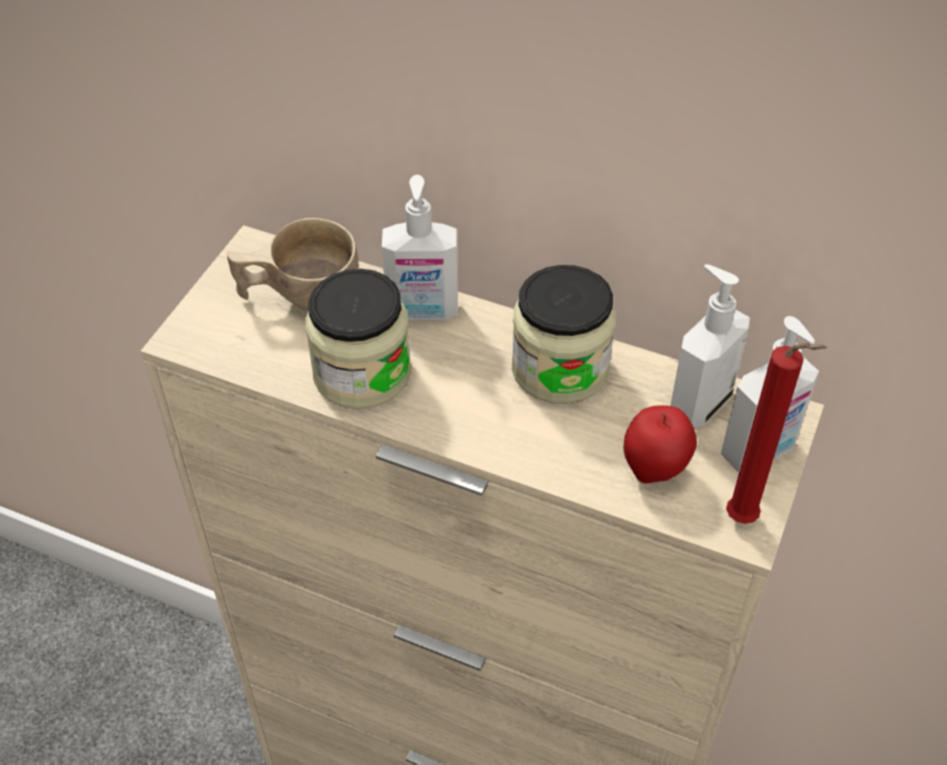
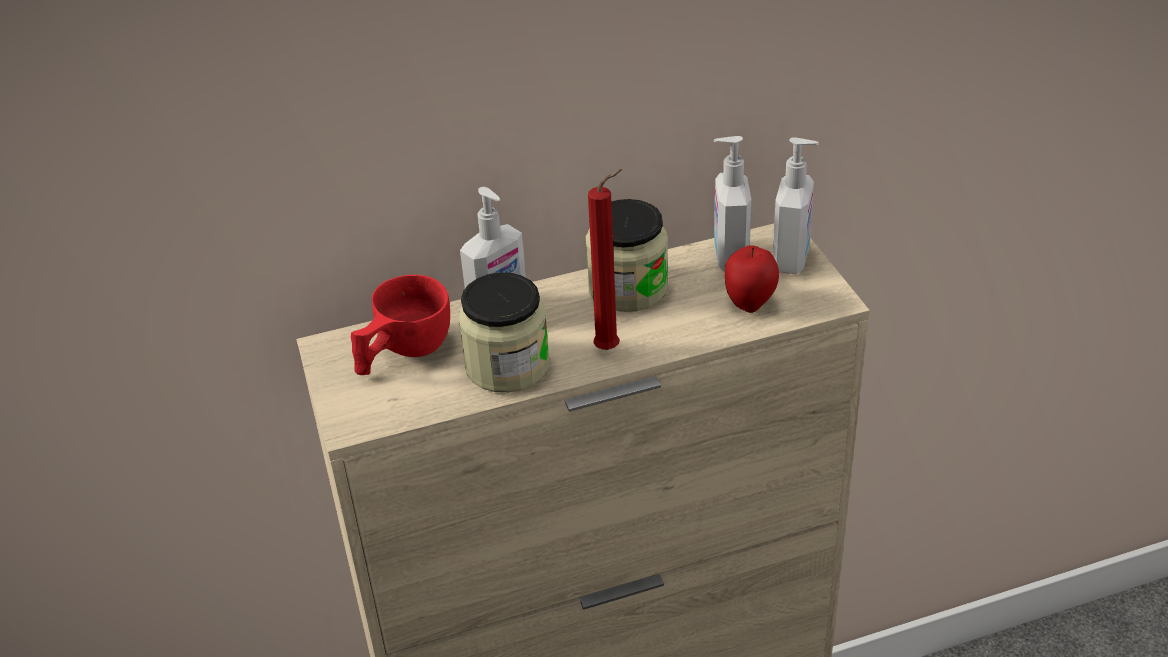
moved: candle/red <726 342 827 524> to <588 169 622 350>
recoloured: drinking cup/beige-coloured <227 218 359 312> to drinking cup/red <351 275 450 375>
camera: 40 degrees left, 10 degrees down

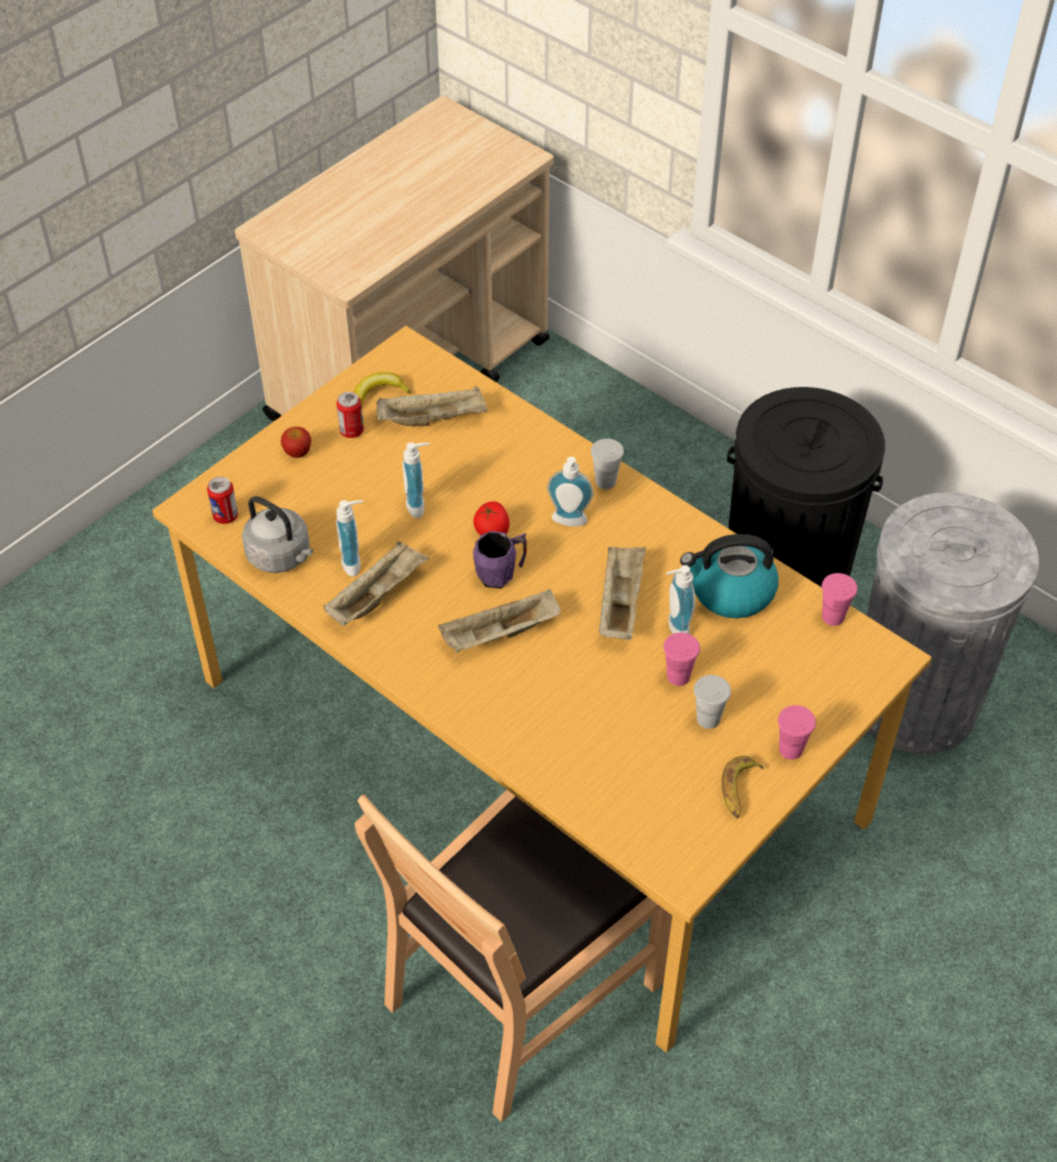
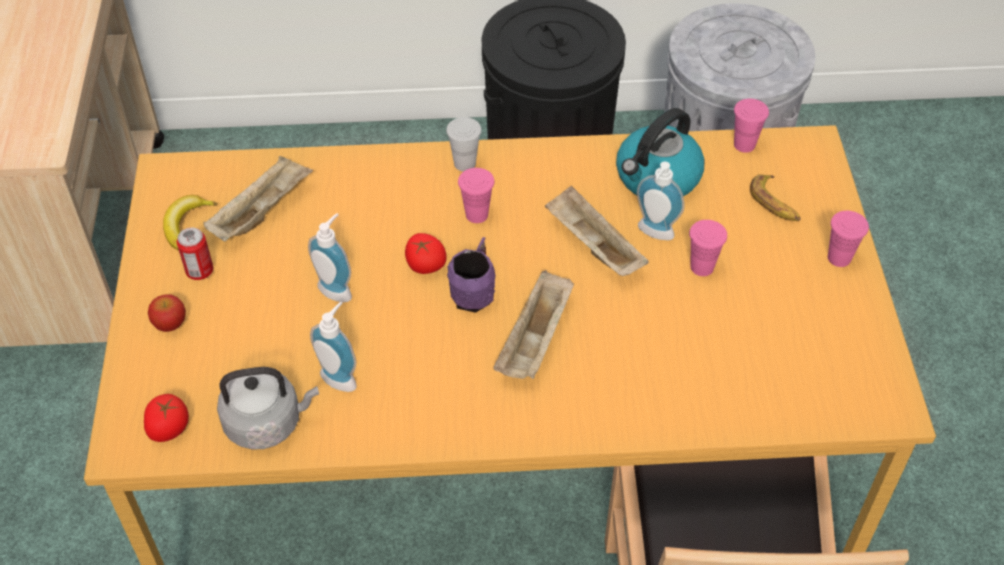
removed: serving tray/beige-coloured <323 541 429 626>; drinking cup/whitish <694 675 731 729>
moved: whole banana <722 756 764 818> to <750 175 801 221>
replaced: soap dispenser <547 457 594 526> to drinking cup/pink <458 168 495 223>; sealed can <207 477 238 524> to whole tomato <144 394 189 442>
camera: 45 degrees left, 0 degrees up

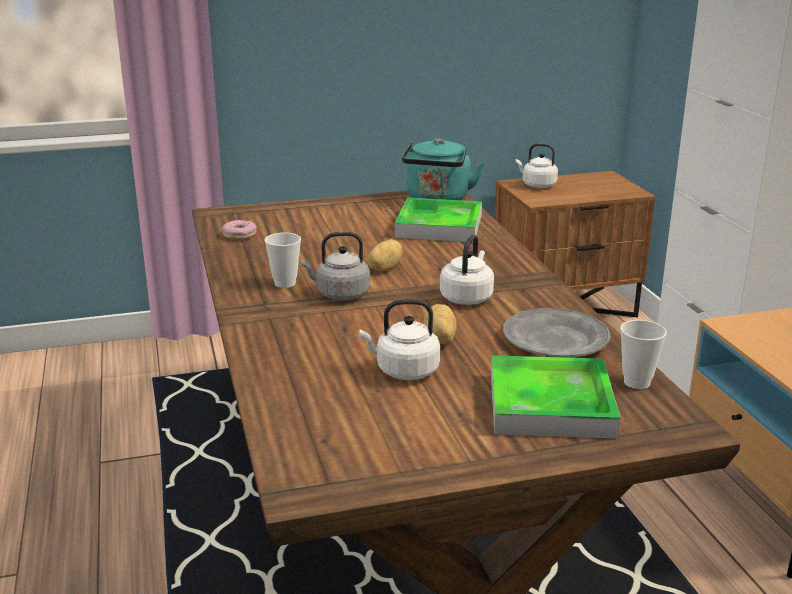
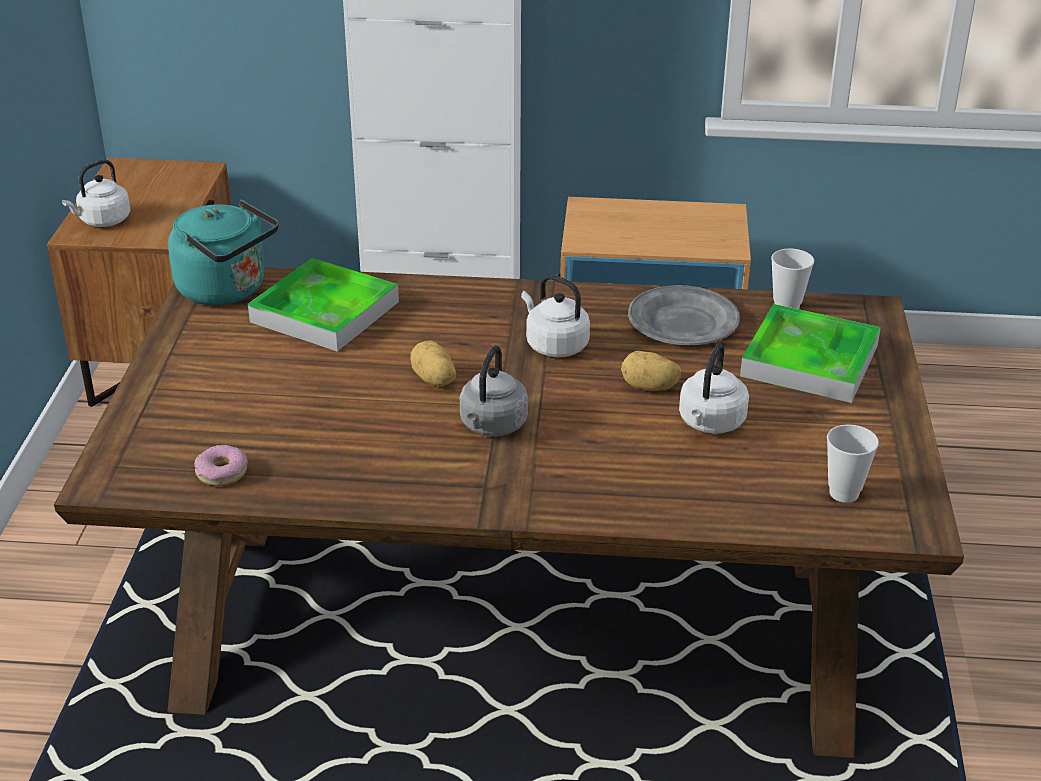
moved: drinking cup <265 233 301 288> to <827 424 879 503>
camera: 70 degrees left, 10 degrees up

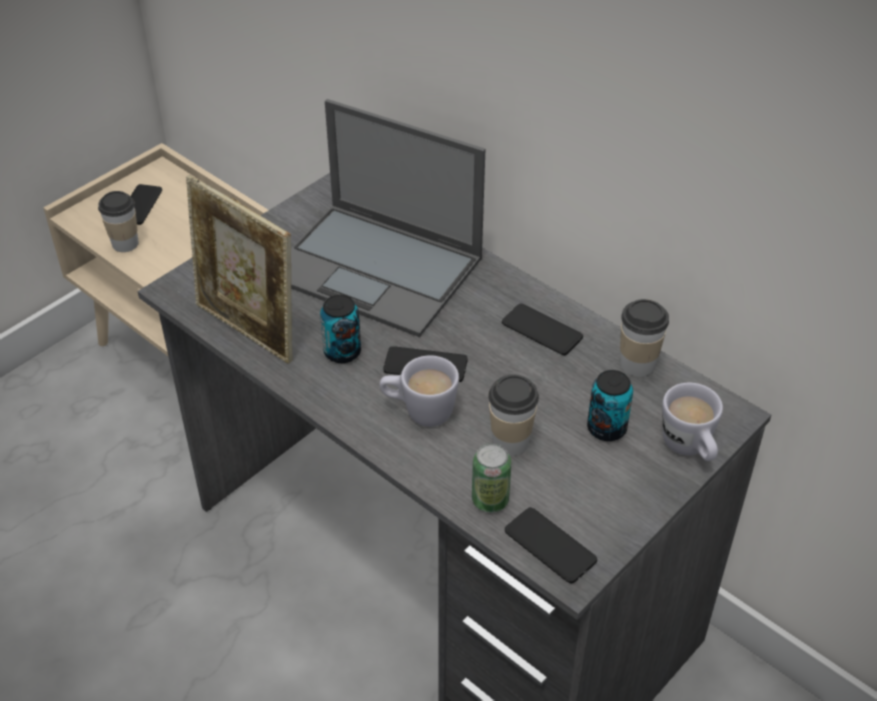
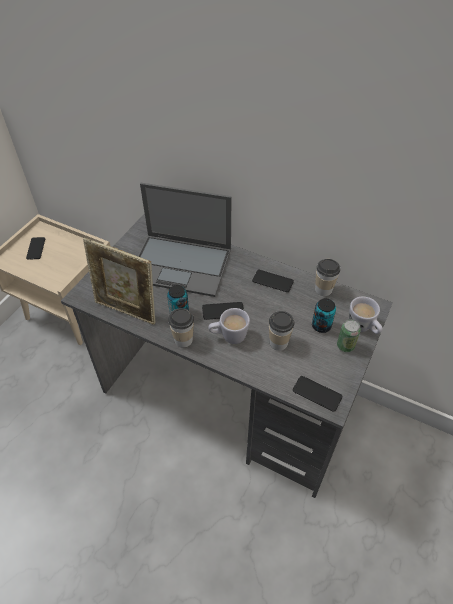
moved: drinking cup <98 191 139 252> to <168 308 194 348>; sealed can <472 443 512 513> to <337 319 361 352>
camera: 15 degrees left, 5 degrees up

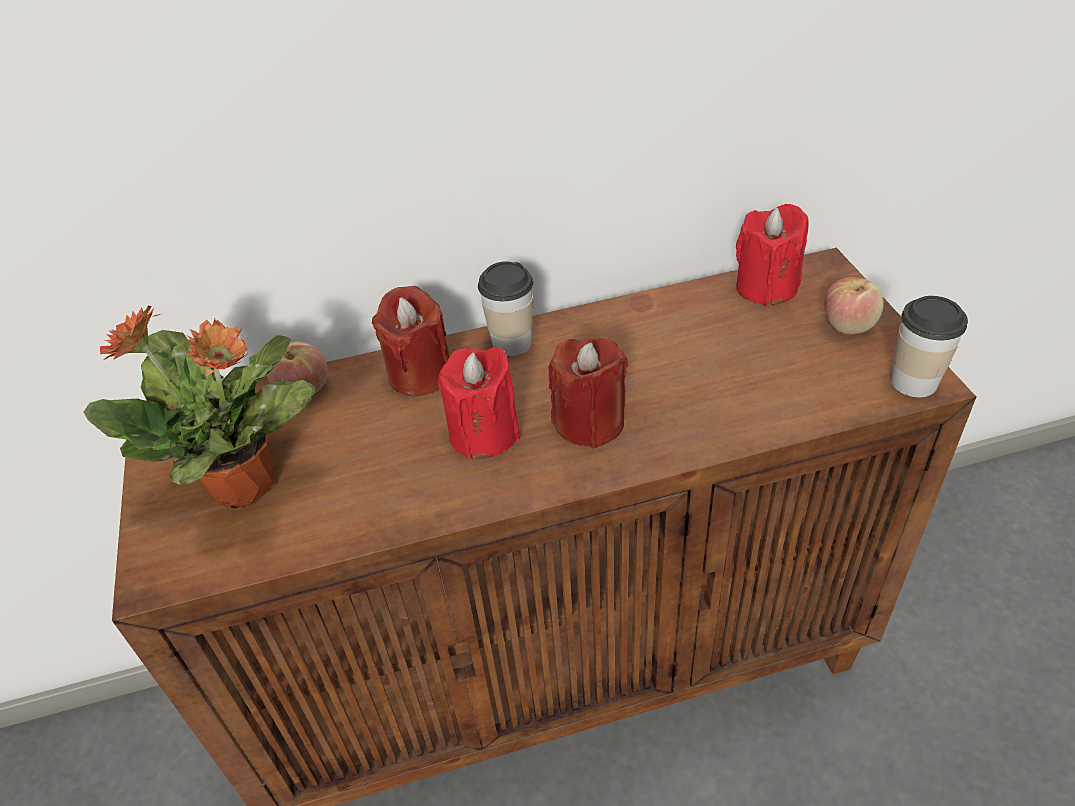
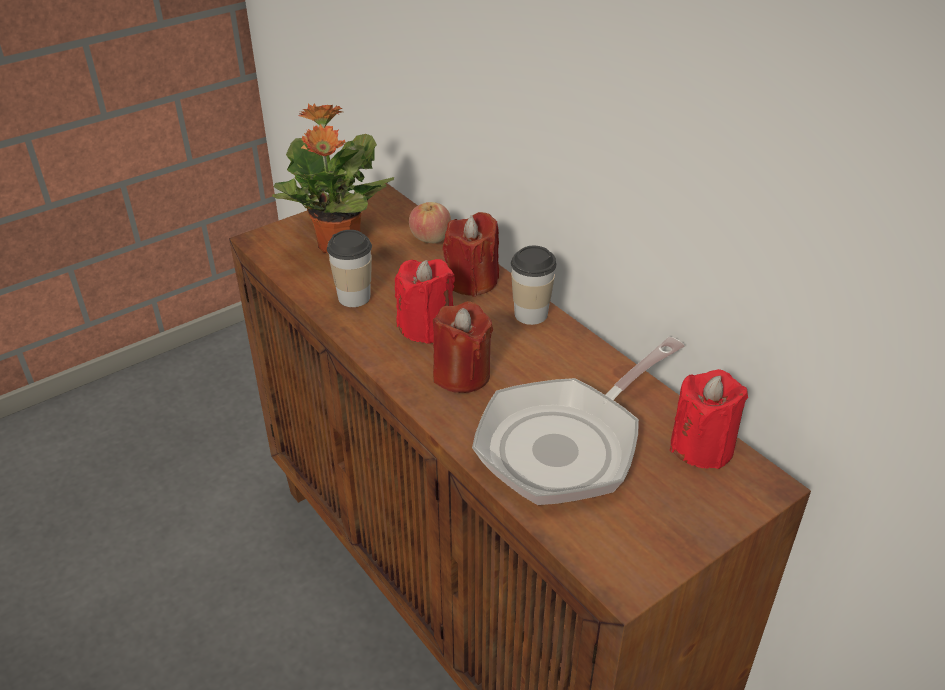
removed: whole apple <824 277 884 334>
added: frying pan <472 337 685 505>
moved: drinking cup <891 296 968 397> to <327 230 372 307>
camera: 65 degrees right, 5 degrees down

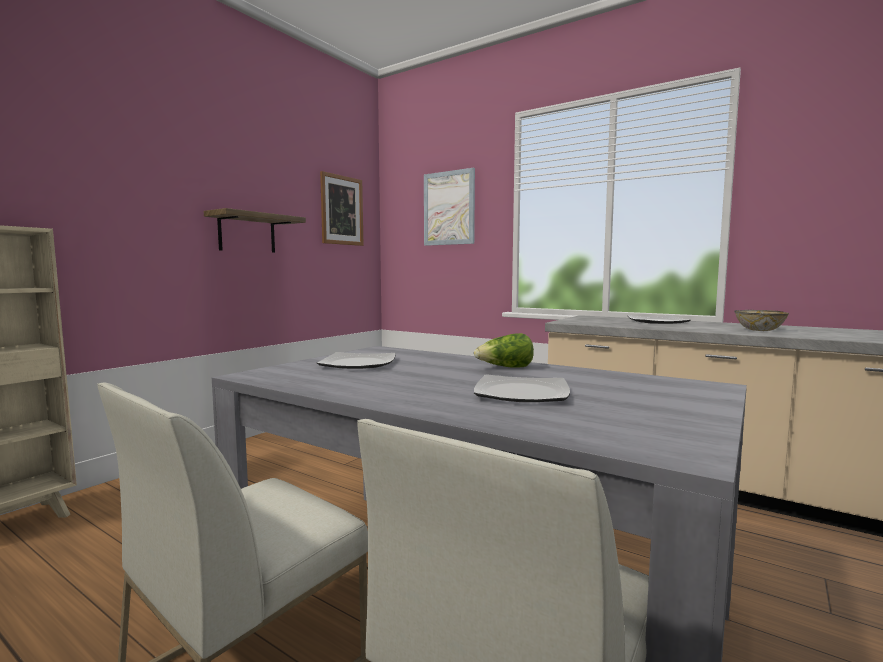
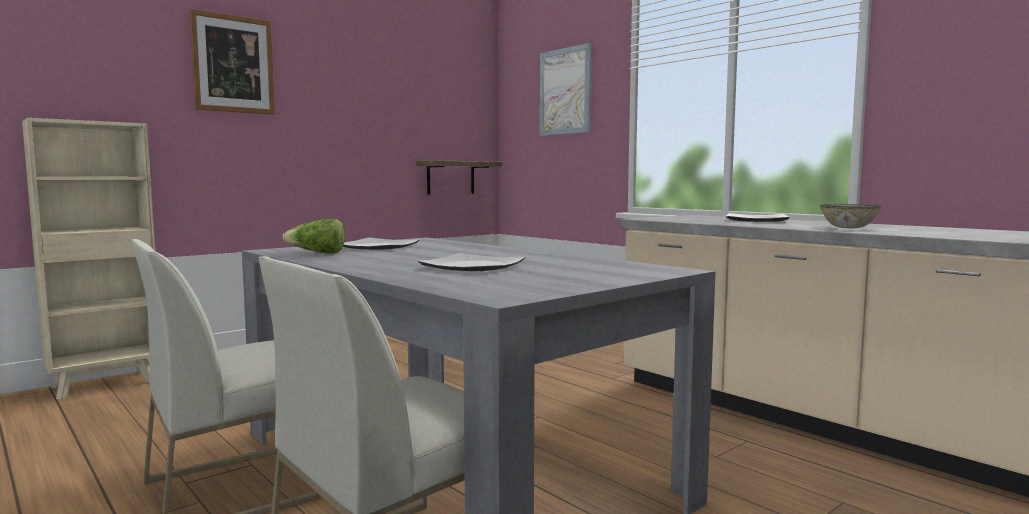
moved: wall art <320 171 363 246> to <189 8 275 115>; wall shelf <204 208 306 253> to <416 160 502 195>; lettuce head <474 333 534 368> to <283 219 345 253>
camera: 15 degrees right, 0 degrees up

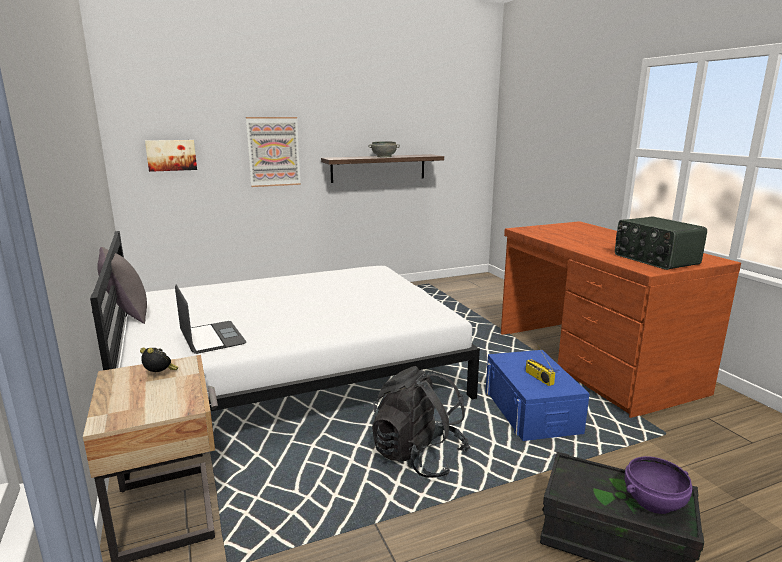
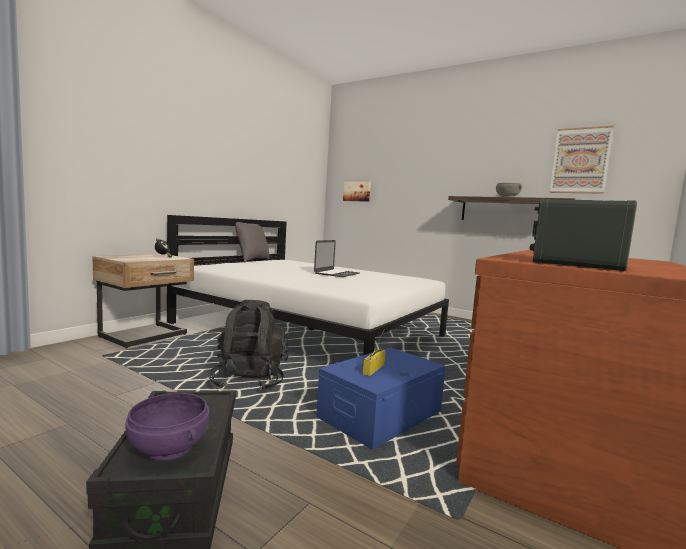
moved: wall art <246 117 301 187> to <549 125 614 194>; notebook computer <175 284 246 354> to <314 240 360 277>
camera: 55 degrees right, 10 degrees down

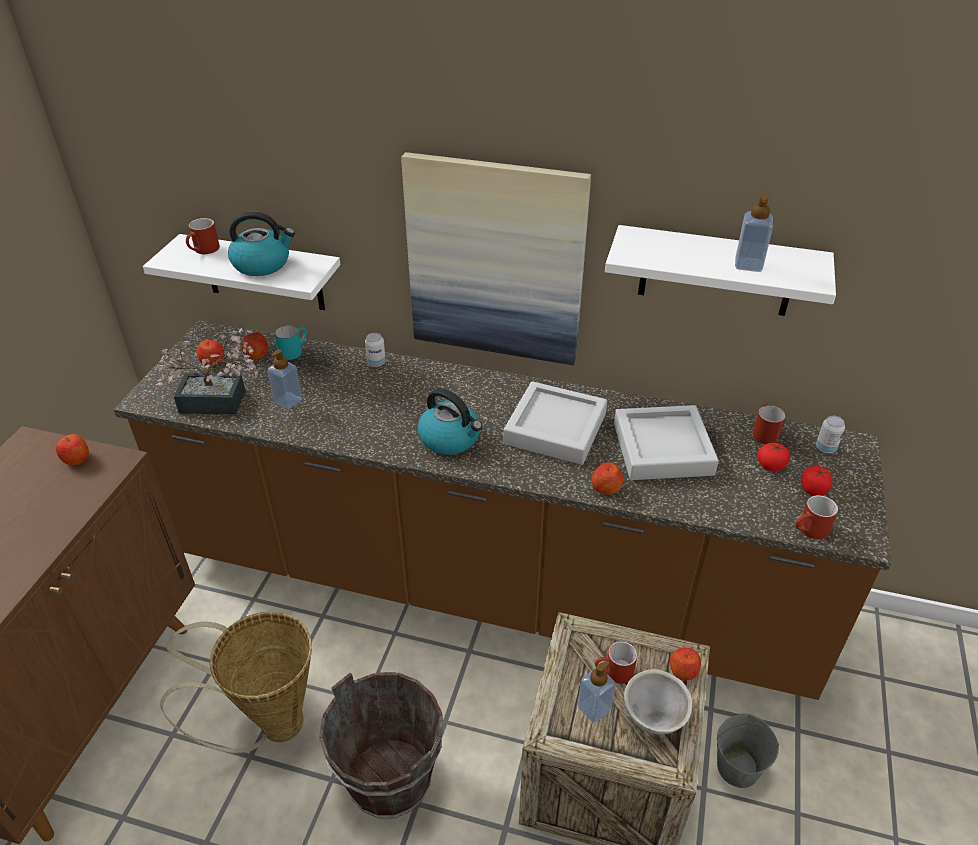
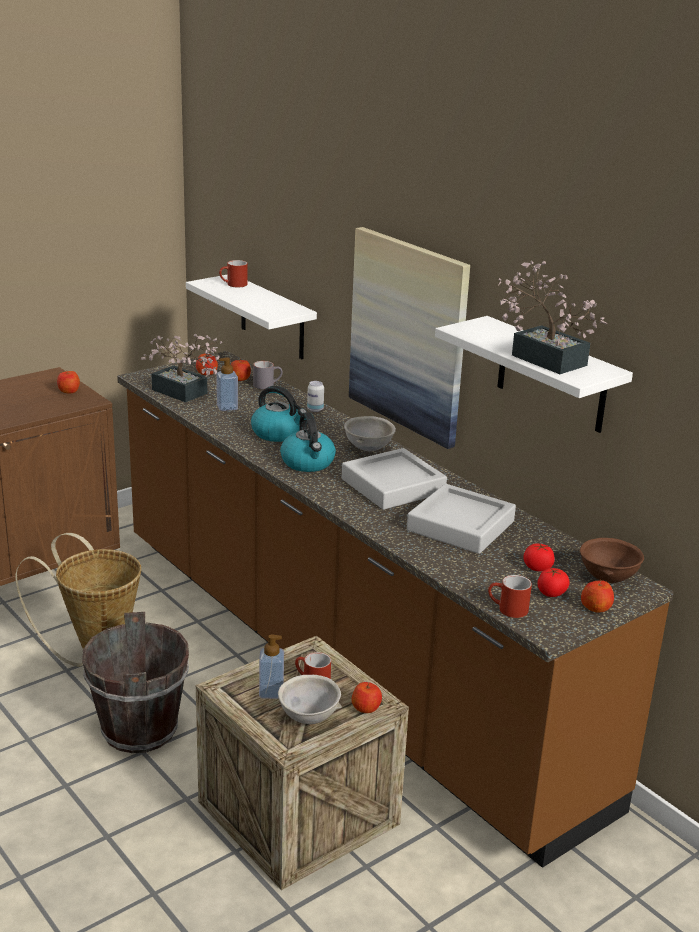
removed: mug/red <752 403 786 444>; water bucket/greyish <717 713 779 788>
added: bowl/greyish <344 416 396 451>
moved: water kettle <228 211 295 276> to <251 386 307 442>; whole apple <592 462 623 495> to <581 580 614 613>
replaced: soap dispenser <735 194 773 272> to houseplant <498 261 607 374>; sealed can <816 416 845 453> to bowl/brown <580 538 644 583>
recoloured: mug/blue-green <274 325 307 360> to mug/greyish <253 361 283 389>
camera: 35 degrees right, 15 degrees down

